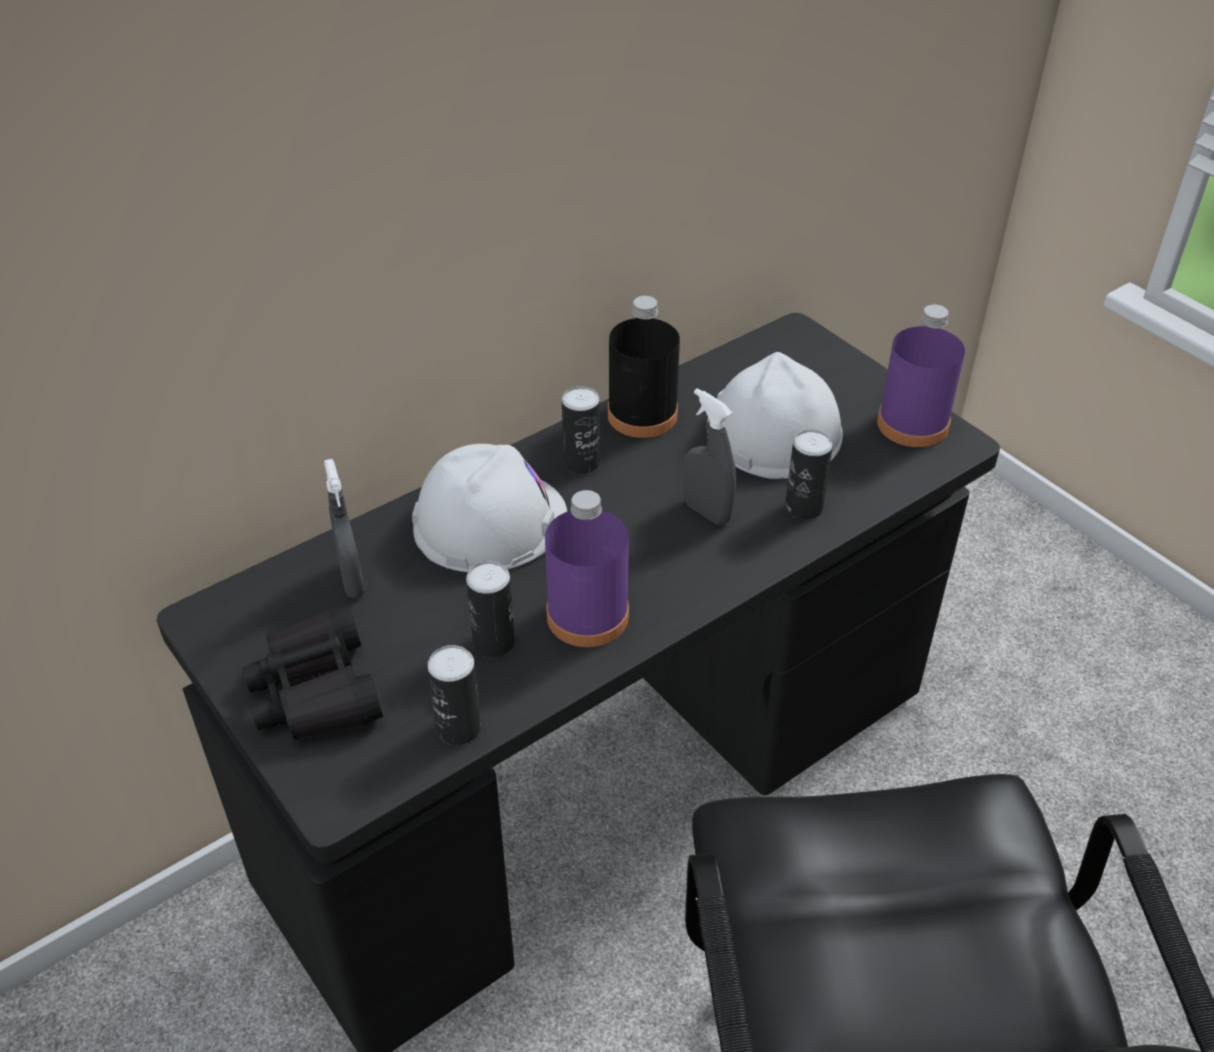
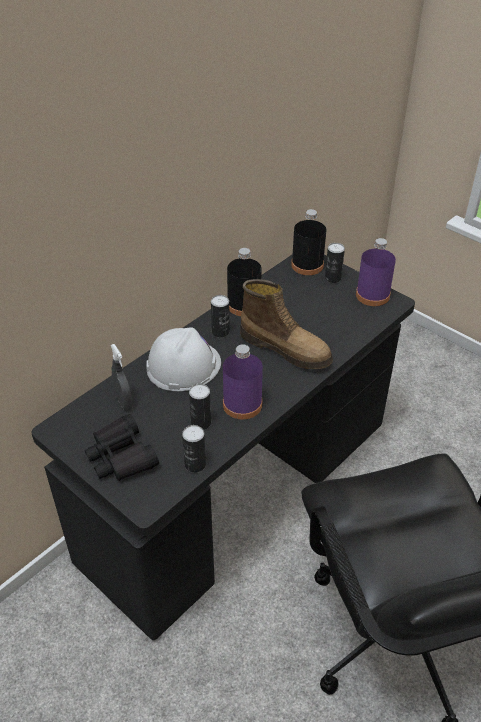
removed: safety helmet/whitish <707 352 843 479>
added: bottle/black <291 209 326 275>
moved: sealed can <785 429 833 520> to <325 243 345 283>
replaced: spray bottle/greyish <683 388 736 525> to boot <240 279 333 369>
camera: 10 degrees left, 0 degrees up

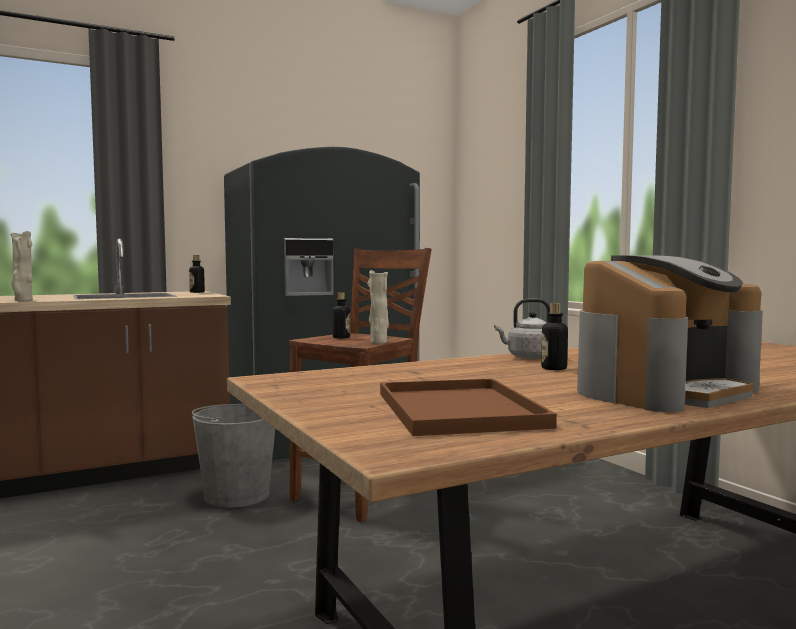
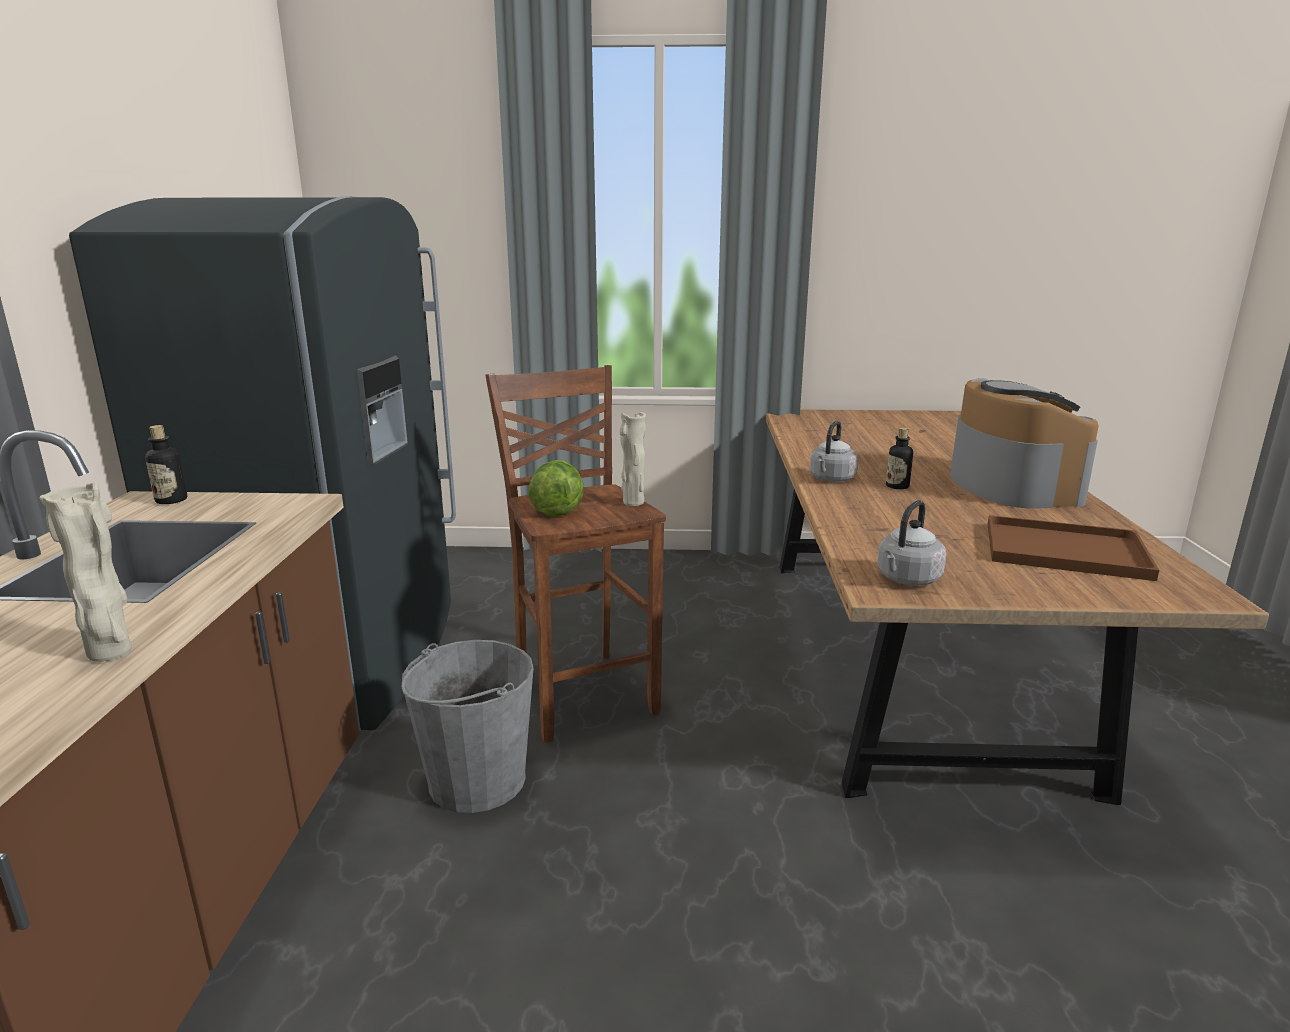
added: water kettle/greyish <877 500 947 586>
replaced: bottle <332 292 350 338> to lettuce head <528 460 583 517>
camera: 60 degrees left, 15 degrees up

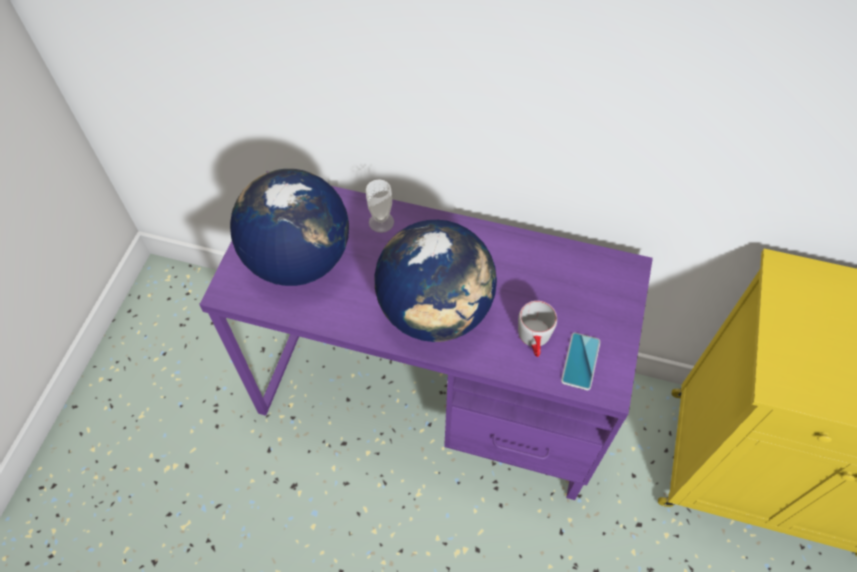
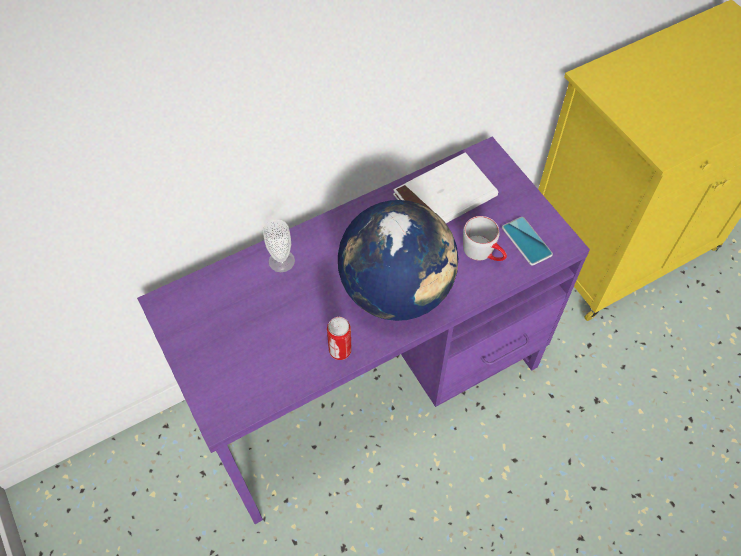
removed: desk globe <230 169 349 286>
added: volume/whitish <393 153 498 223>; sealed can <327 317 351 360>
camera: 45 degrees left, 0 degrees up

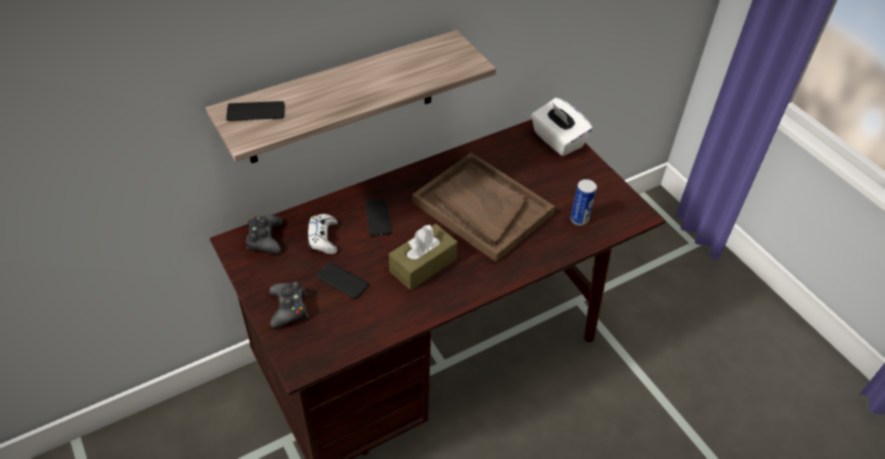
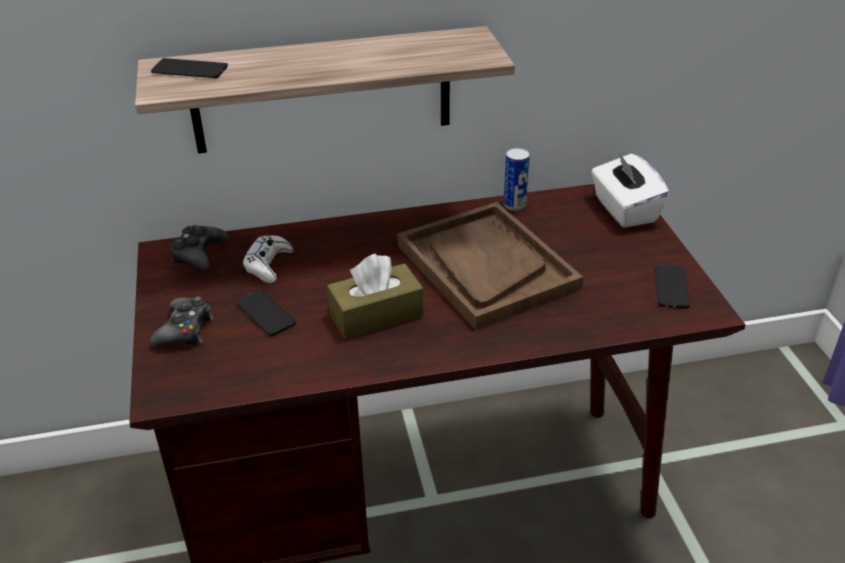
moved: sealed can <571 179 597 226> to <504 148 530 211>; phone <365 199 392 236> to <654 264 690 308>
camera: 20 degrees right, 10 degrees down

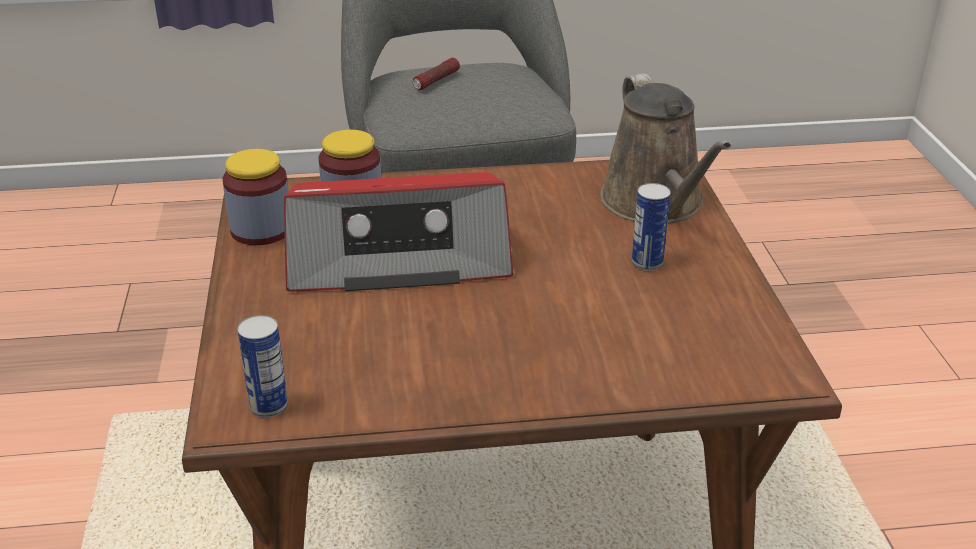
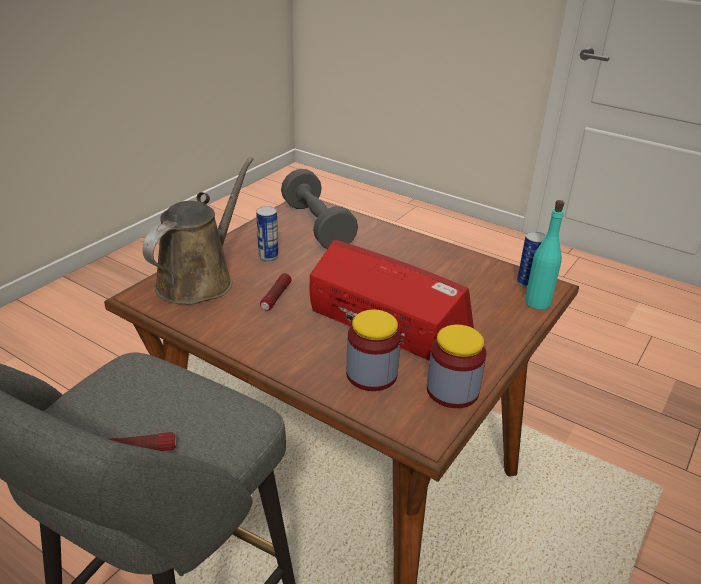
added: hand weight/greyish <281 169 358 249>; bottle/blue-green <525 200 564 310>; torch <260 273 292 311>
camera: 140 degrees left, 0 degrees up

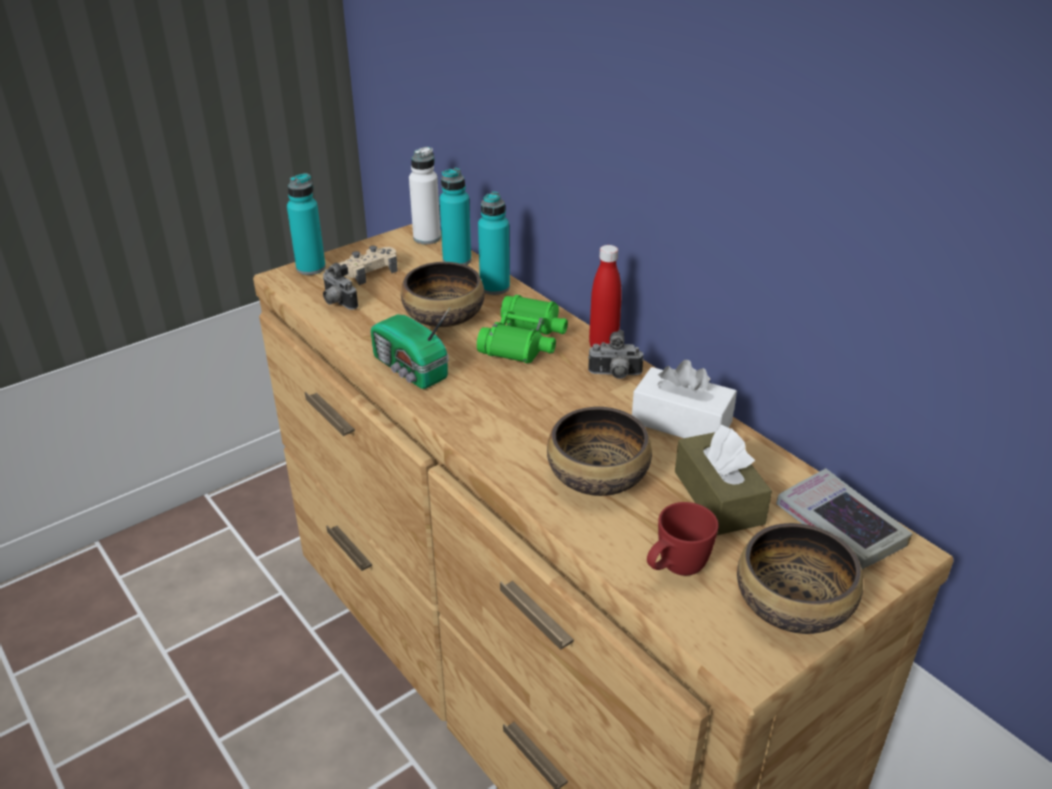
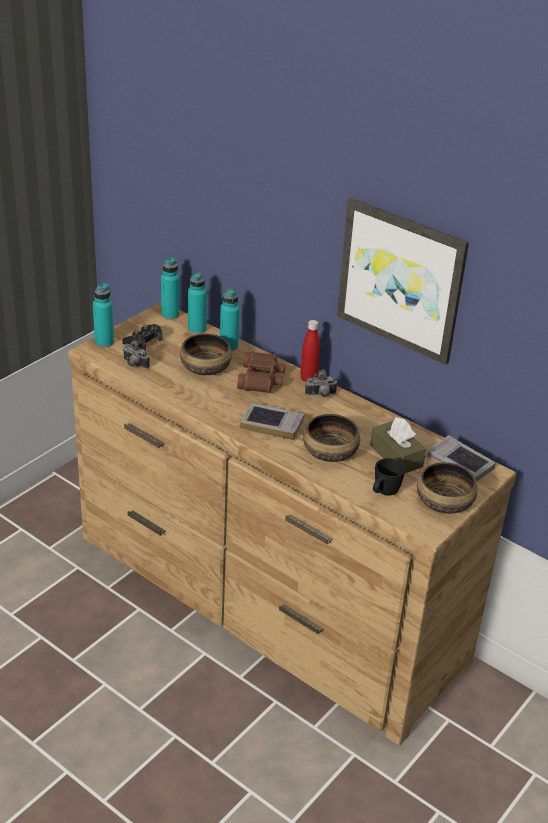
removed: radio set <371 308 450 389>; box of tissues/whitish <632 360 737 438>
added: wall art <337 198 469 365>; volume <240 402 304 440>
recoloured: bottle/whitish <409 147 441 244> to bottle/blue-green <161 257 180 319>; gamepad/beige-coloured <339 246 398 285> to gamepad/black <122 324 163 350>; binoculars/green <477 295 568 363> to binoculars/brown <237 351 286 393>; mug/red <647 502 719 576> to mug/black <373 458 405 496>
camera: 15 degrees left, 0 degrees up

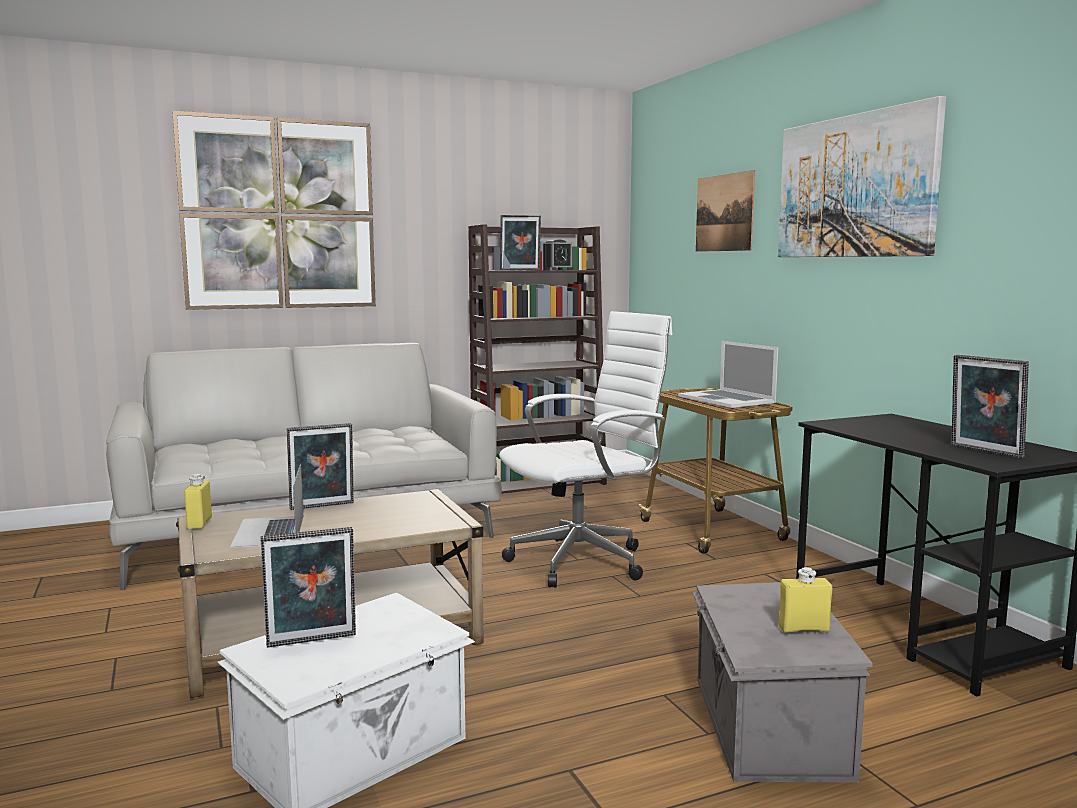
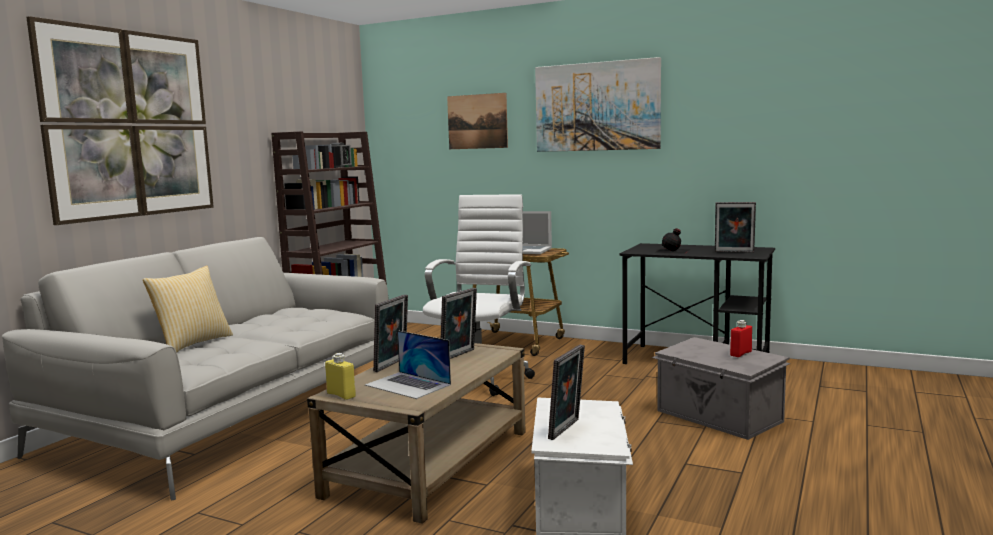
added: bottle/black <655 228 690 254>; throw pillow <143 265 233 353>
moved: picture frame <500 215 541 270> to <441 288 477 359>
recoloured: bottle/yellow <779 567 832 633> to bottle/red <730 320 752 357>
camera: 40 degrees left, 0 degrees up

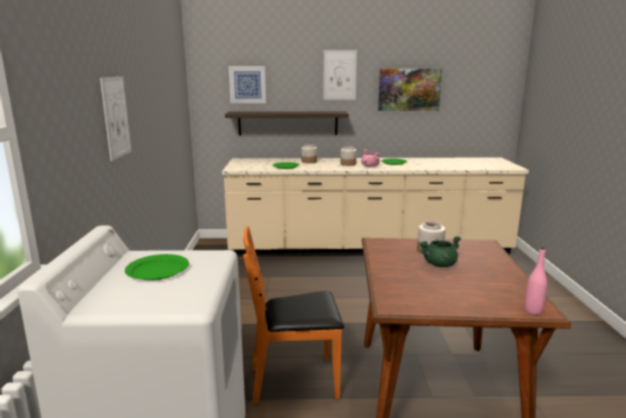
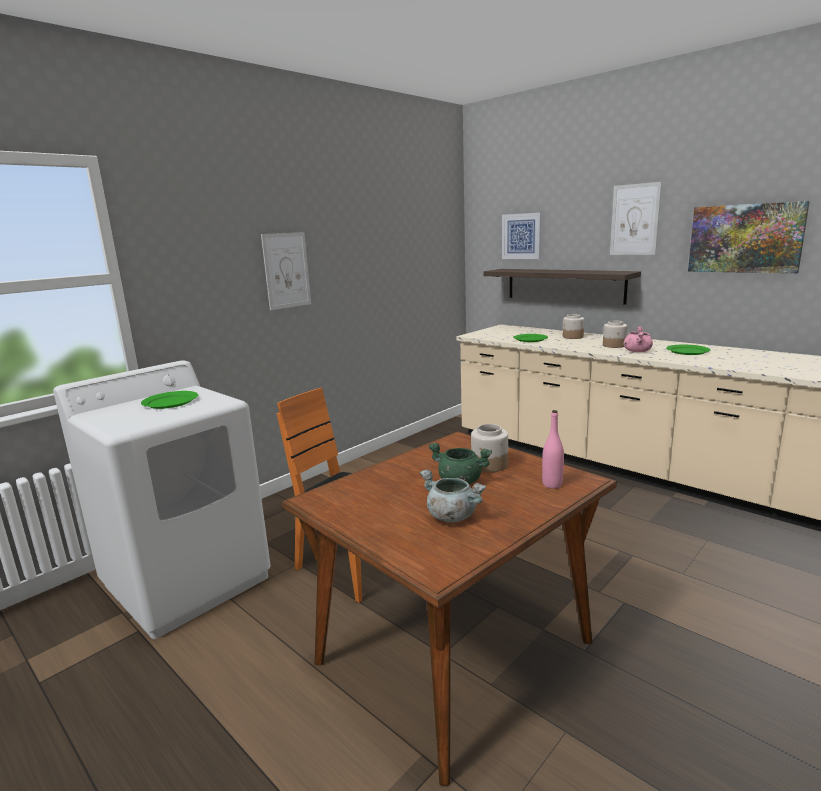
added: cooking pot/greyish <419 470 486 522>
moved: bottle/pink <524 247 547 315> to <542 410 564 489>
camera: 45 degrees right, 0 degrees up

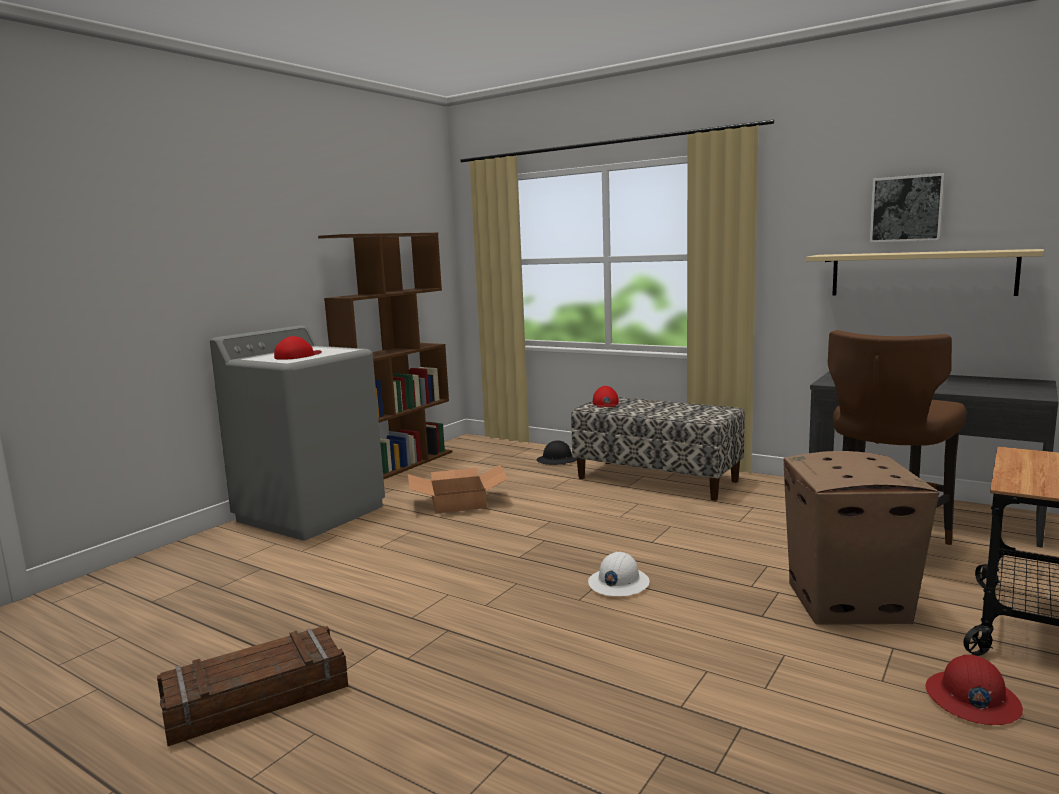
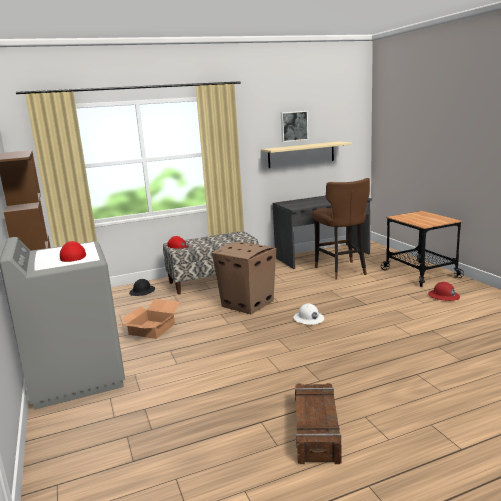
moved: packing box <784 451 939 625> to <212 242 277 314>
camera: 55 degrees left, 5 degrees up

